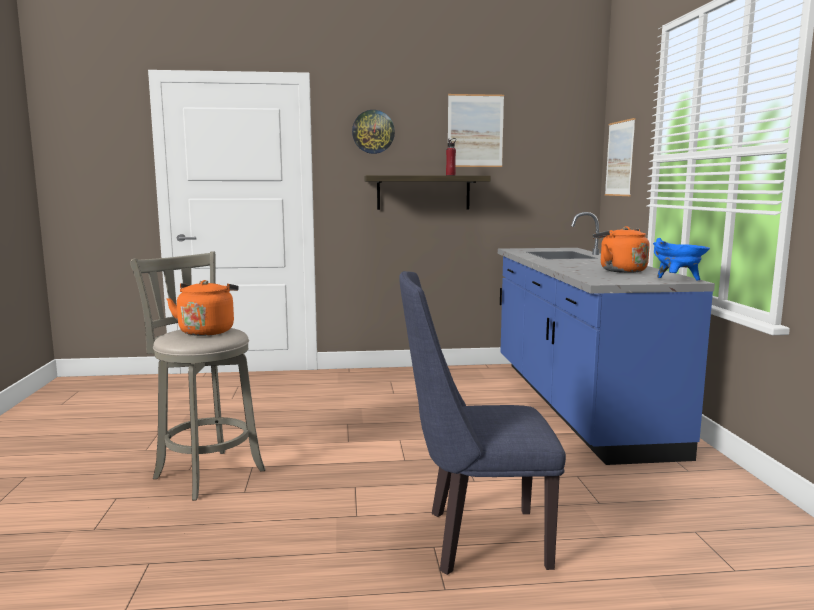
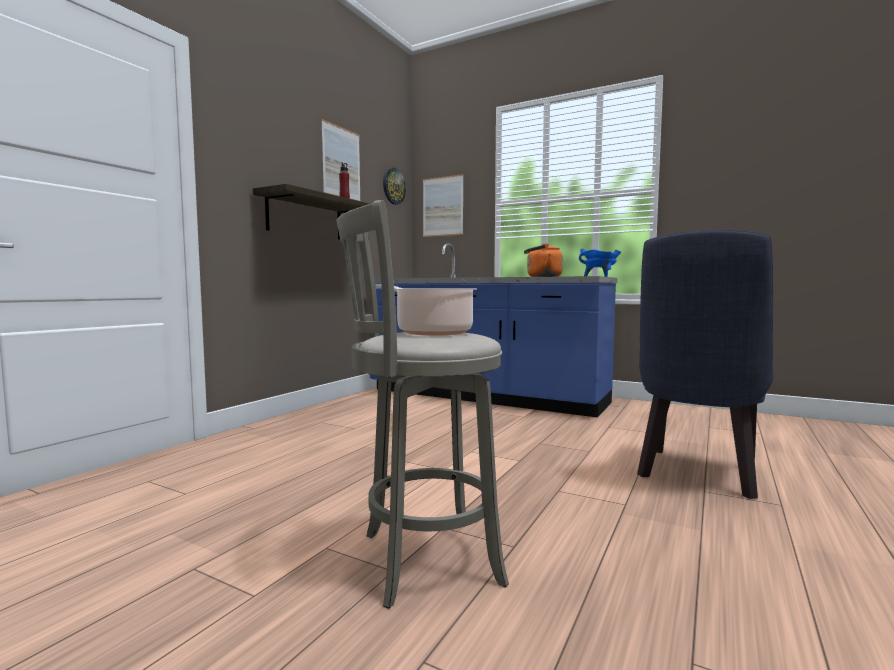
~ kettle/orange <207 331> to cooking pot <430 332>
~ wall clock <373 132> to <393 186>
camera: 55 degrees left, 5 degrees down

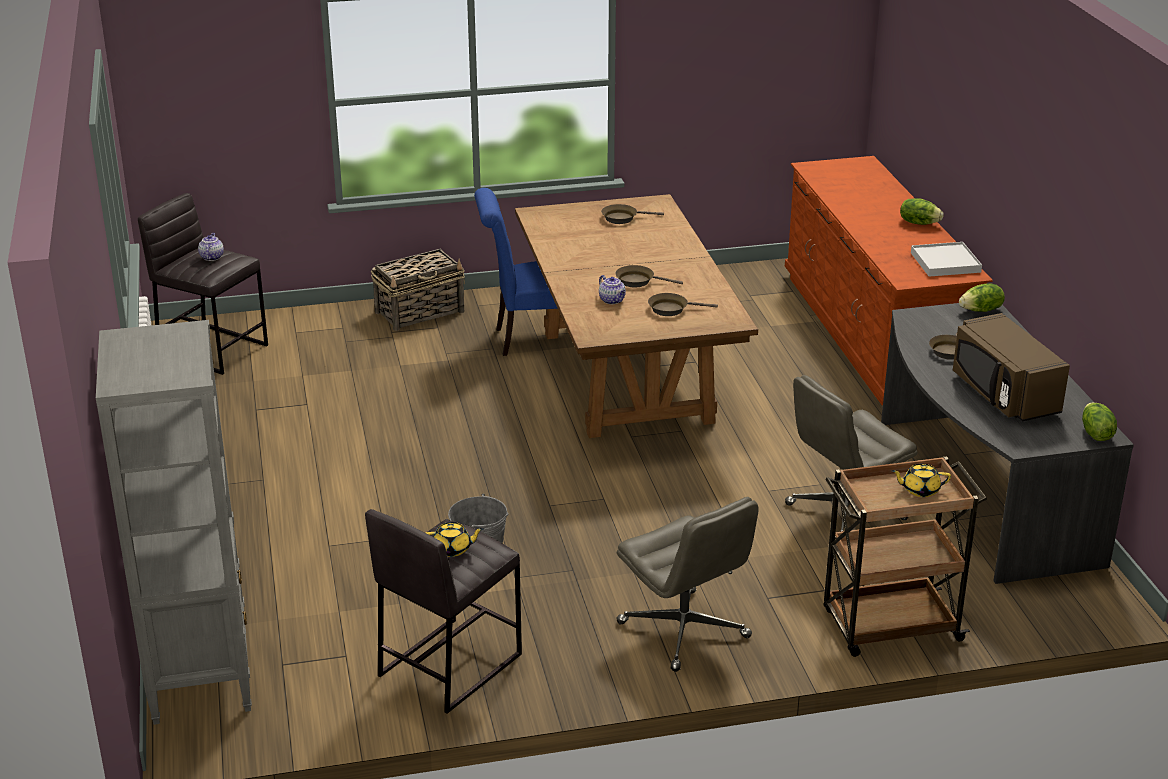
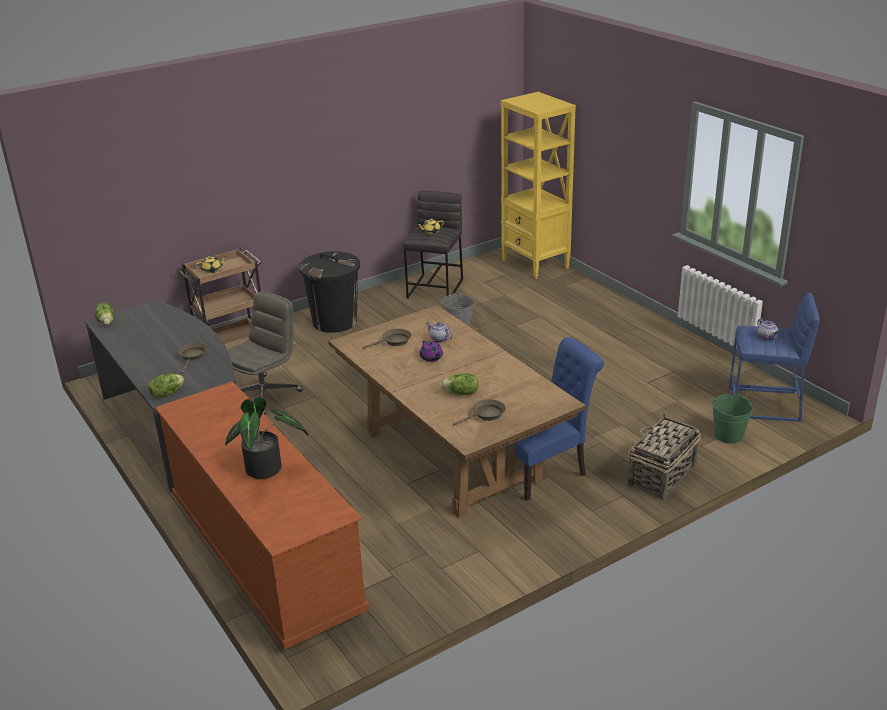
+ houseplant <267 470>
~ office chair/greyish <685 631> to waste bin/black <334 321>
~ pan/brown <638 281> to pot for tea/purple <431 358>
~ lettuce <919 223> to <461 393>
~ bookshelf/greyish <201 677> to bookshelf/yellowish <535 264>
+ pail/green-coloured <728 435>
~ stool seat/greyish <213 348> to stool seat/blue-coloured <764 405>
- carrying tray/whitish <945 262>
- microwave oven/brown <1003 394>
camera: 160 degrees right, 0 degrees up

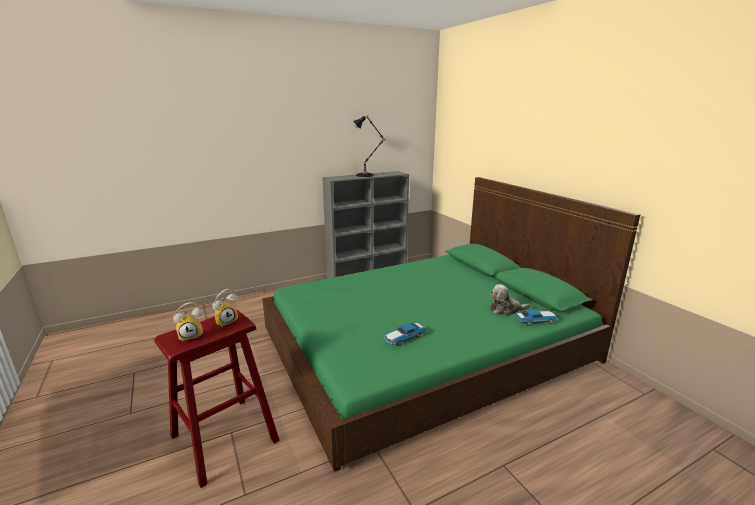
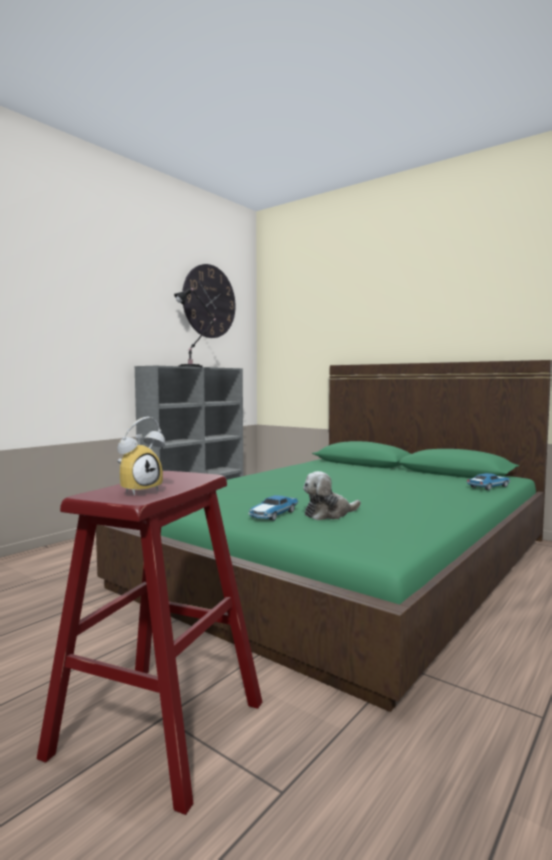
+ wall clock <209 301>
~ toy car <403 338> to <273 514>
~ soft toy <506 310> to <329 514>
- alarm clock <226 321>
camera: 25 degrees left, 15 degrees down

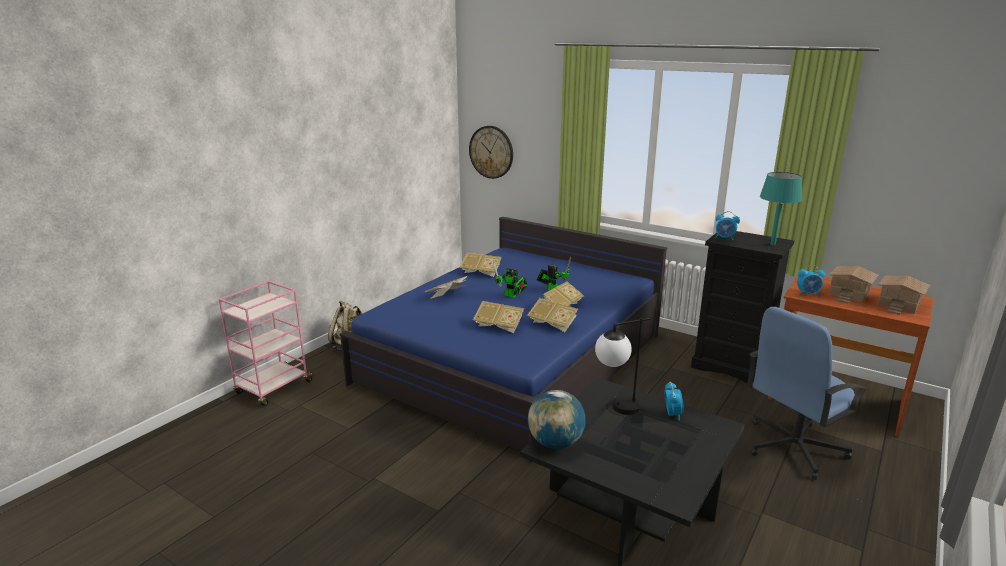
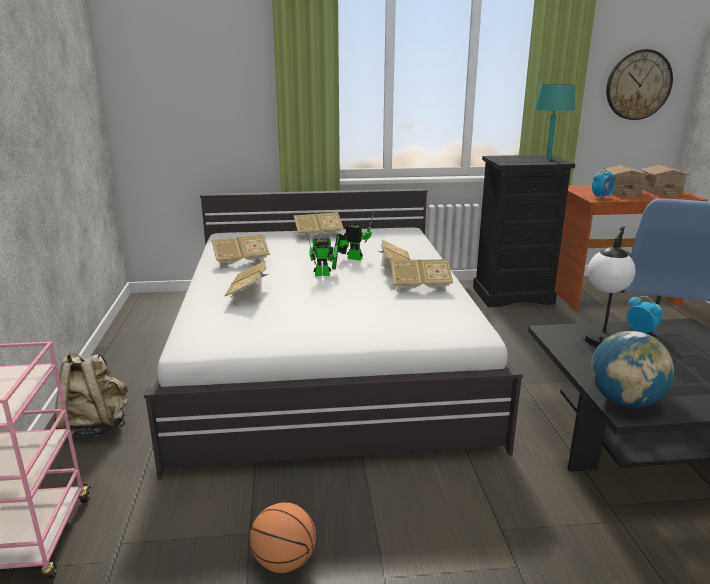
~ sleeping bed/blue-coloured <514 358> to sleeping bed/whitish <326 357>
+ ball for basketball <284 562>
~ book <499 326> to <318 235>
~ wall clock <491 152> to <638 85>
- alarm clock <725 238>
camera: 40 degrees left, 0 degrees up

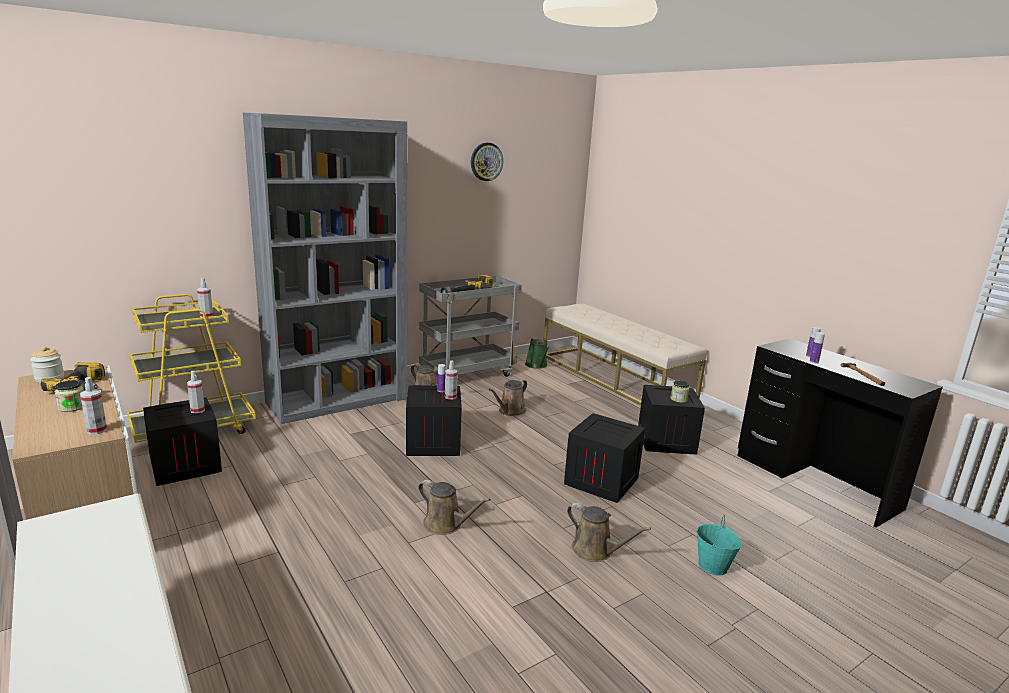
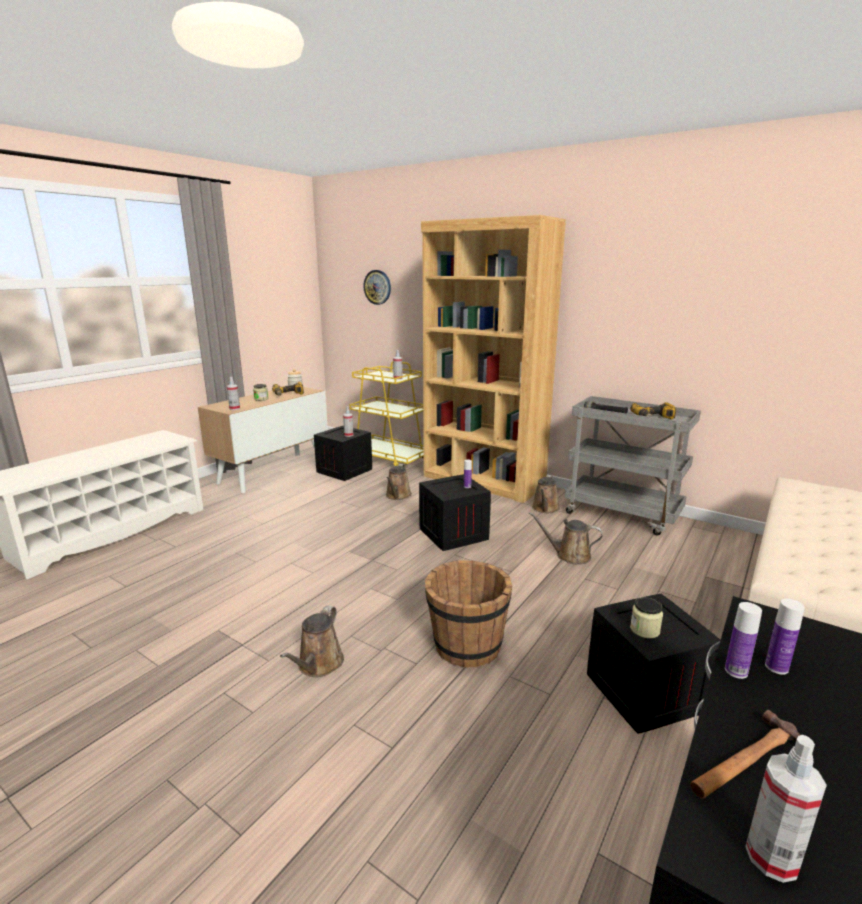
~ wall clock <486 161> to <377 287>
~ watering pot/brown <446 524> to <397 496>
~ bookshelf/greyish <338 400> to bookshelf/brown <483 481>
~ packing crate <600 481> to pail/brown <466 646>
~ hand sprayer <450 397> to <772 857>
- watering pot/green-coloured <537 365>
- pail/blue-green <713 566>
camera: 70 degrees right, 0 degrees up

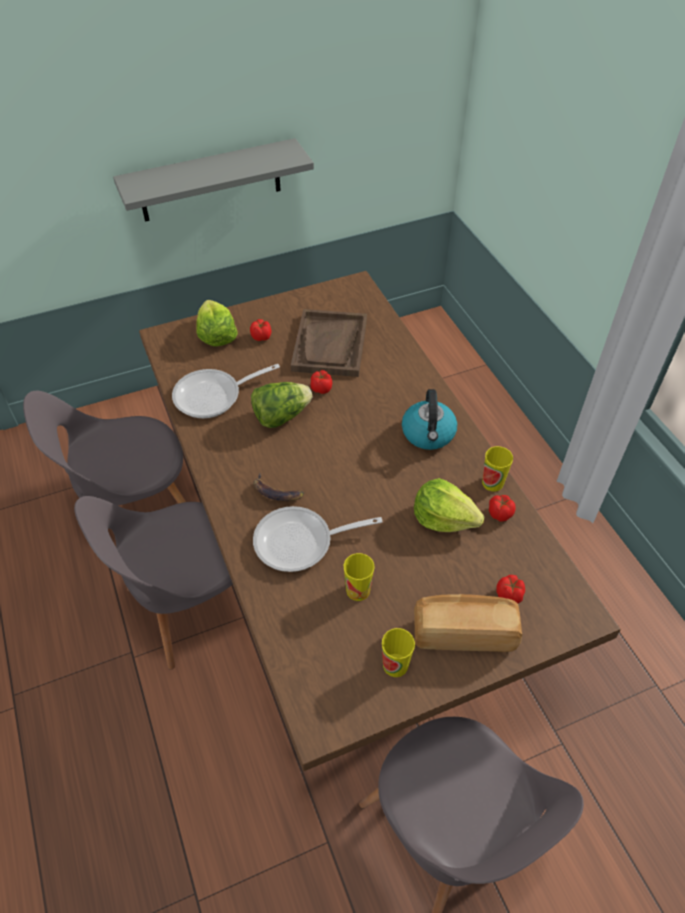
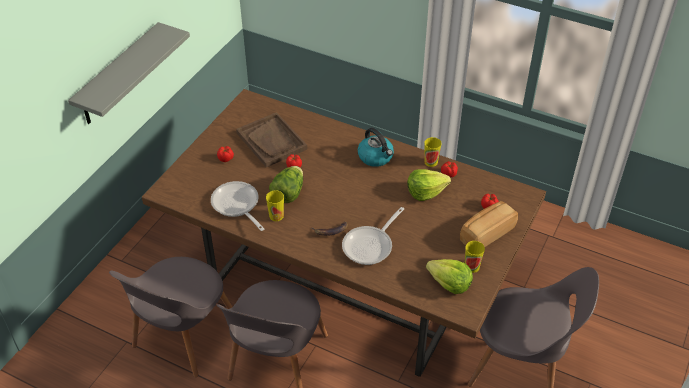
~ pan <214 396> = <237 205> 120 degrees clockwise
~ cup <358 590> to <276 216>
~ lettuce <216 335> to <449 284>
camera: 40 degrees left, 5 degrees down

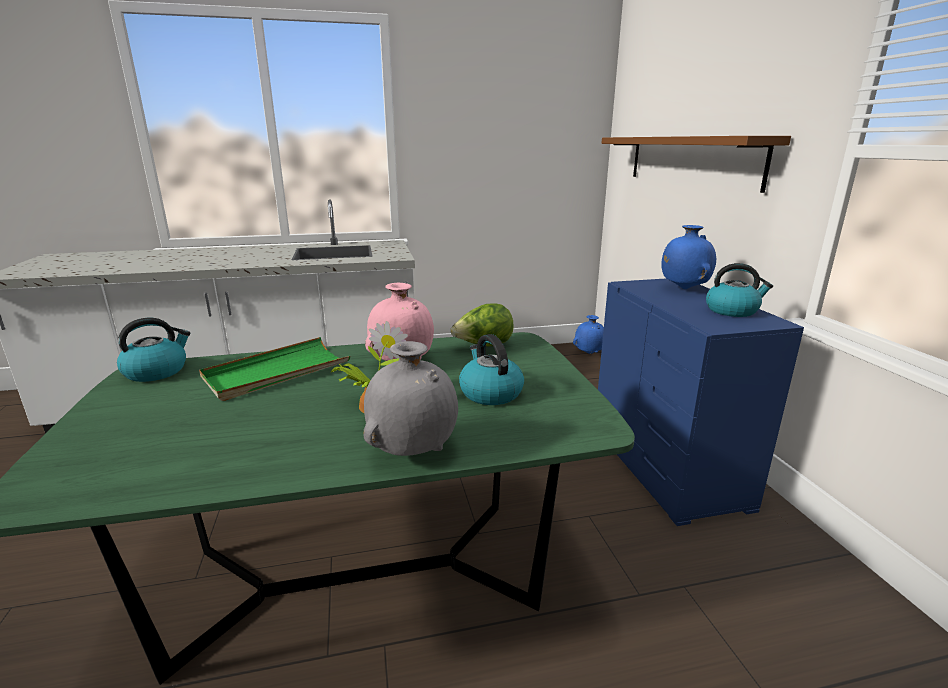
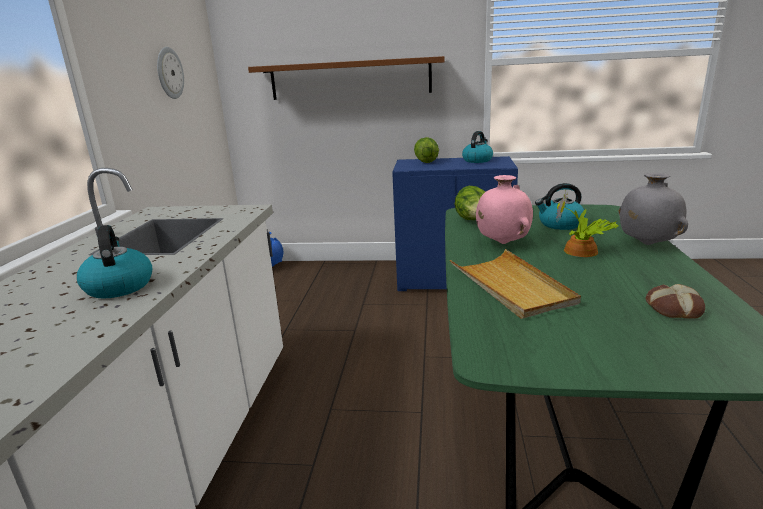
~ kettle <157 371> to <119 286>
+ wall clock <169 73>
~ vase/blue-coloured <683 289> to lettuce <426 161>
~ carrying tray/green-coloured <276 372> to carrying tray/beige-coloured <511 286>
+ baked bread <672 308>
camera: 70 degrees left, 0 degrees up

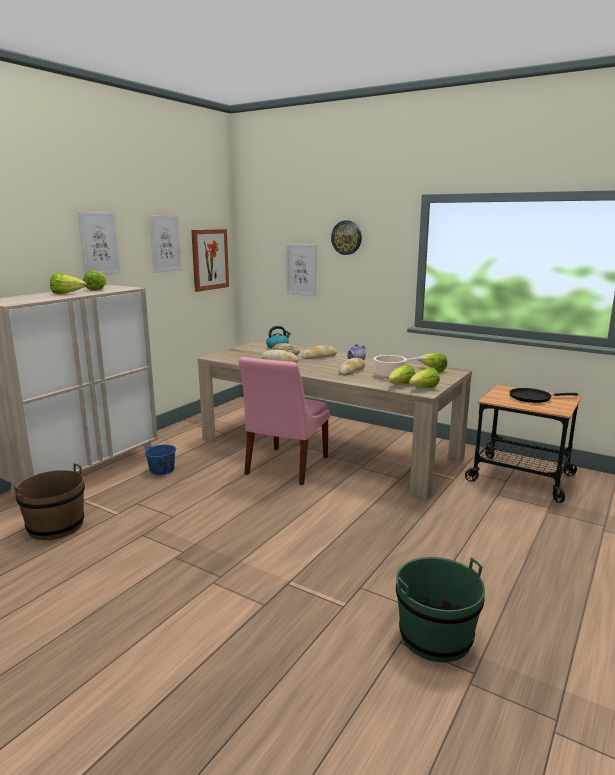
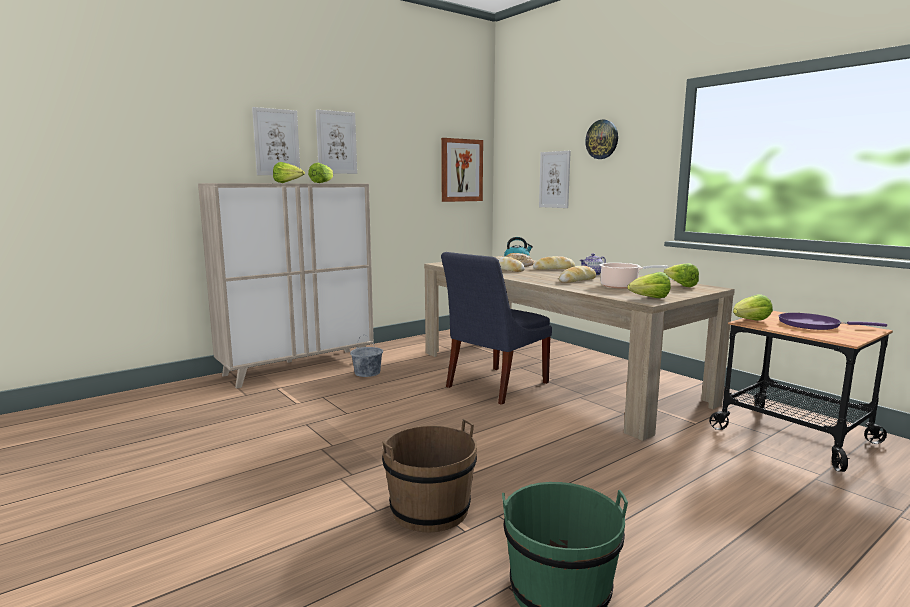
~ wall art <165 243> to <276 142>
~ pail/blue-coloured <162 470> to pail/greyish <367 373>
~ pail/brown <56 526> to <430 510>
~ chair/pink <285 467> to chair/blue-coloured <494 386>
~ lettuce <400 385> to <750 321>
~ pan/black <533 398> to pan/purple <813 325>
camera: 20 degrees right, 5 degrees down

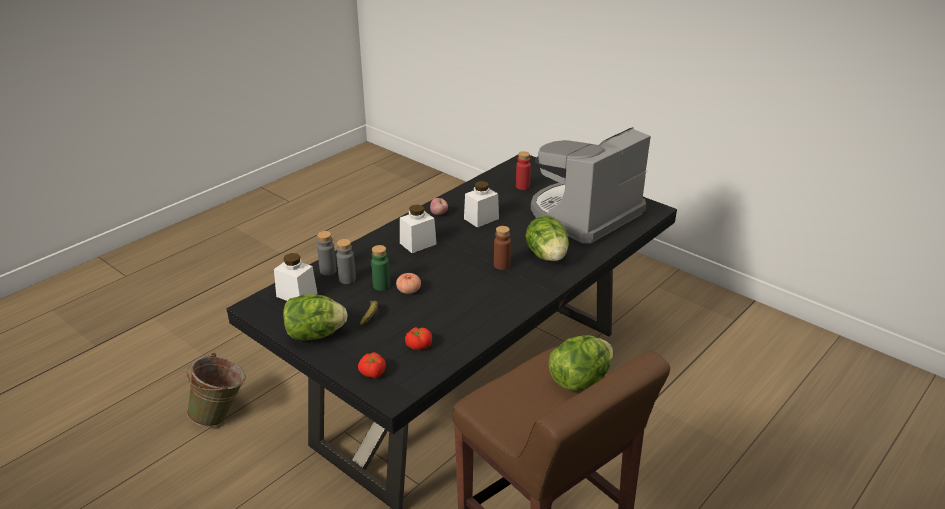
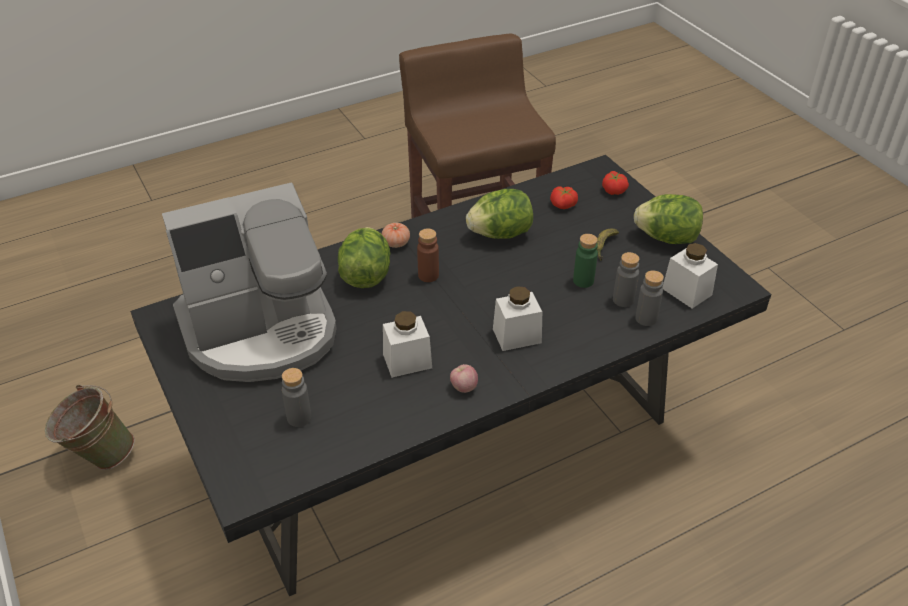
~ pail/green-coloured <222 416> to <99 456>
~ bottle/reddish <522 186> to bottle/greyish <299 417>
~ whole tomato <408 290> to <396 243>
~ lettuce <579 380> to <500 234>
camera: 160 degrees left, 10 degrees up

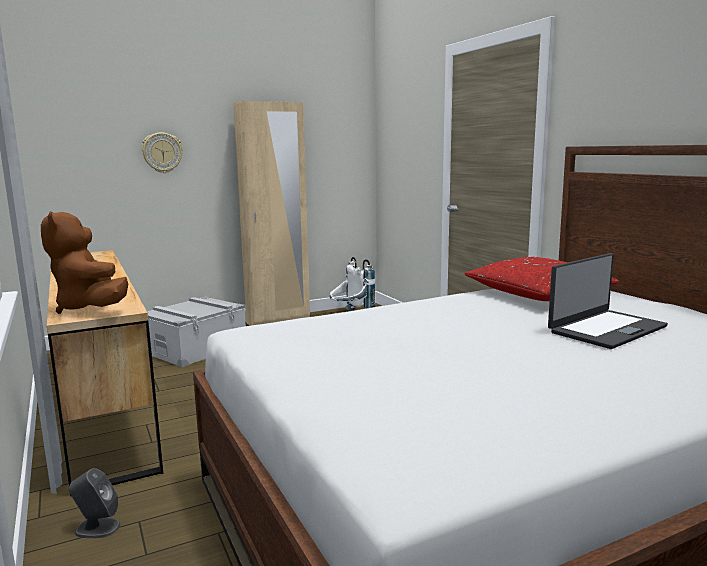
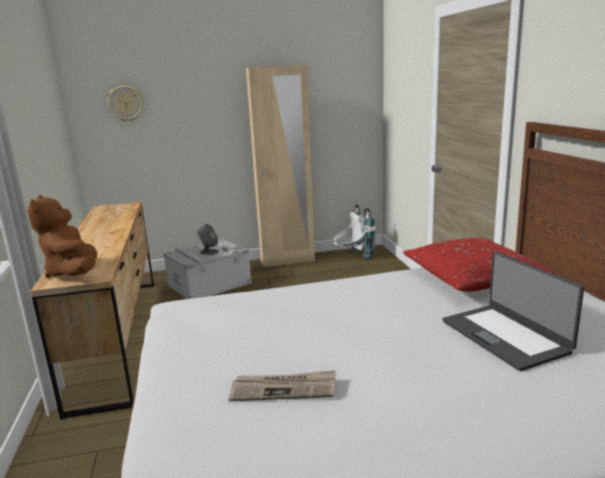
~ wall clock <162 152> to <126 103>
~ speaker/greyish <97 528> to <208 252>
+ daily paper <284 389>
~ notebook computer <606 329> = <505 336> 90 degrees clockwise
camera: 15 degrees right, 5 degrees up

